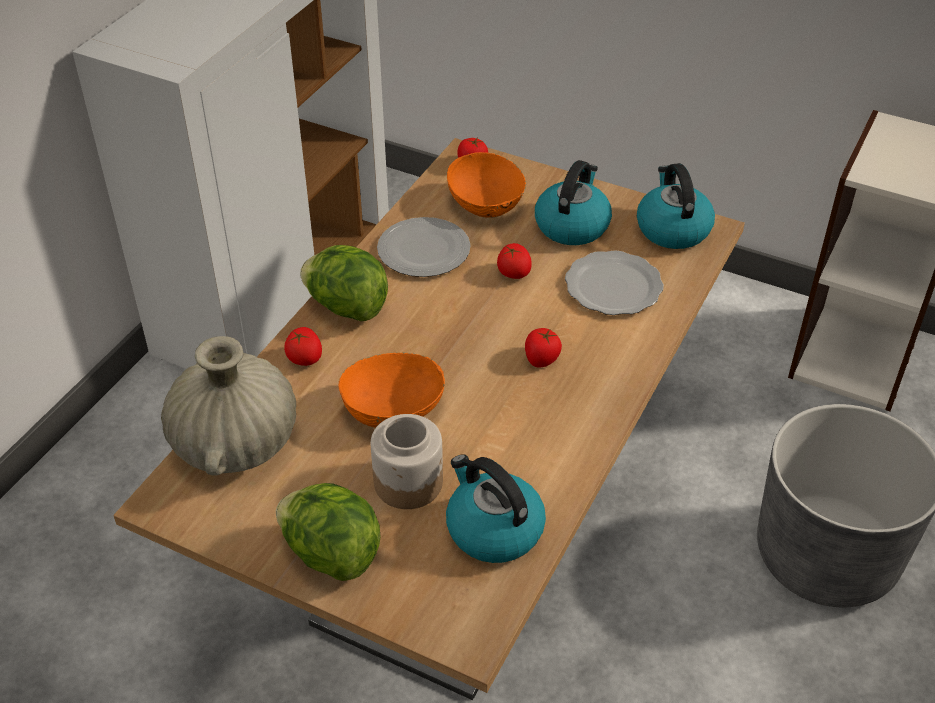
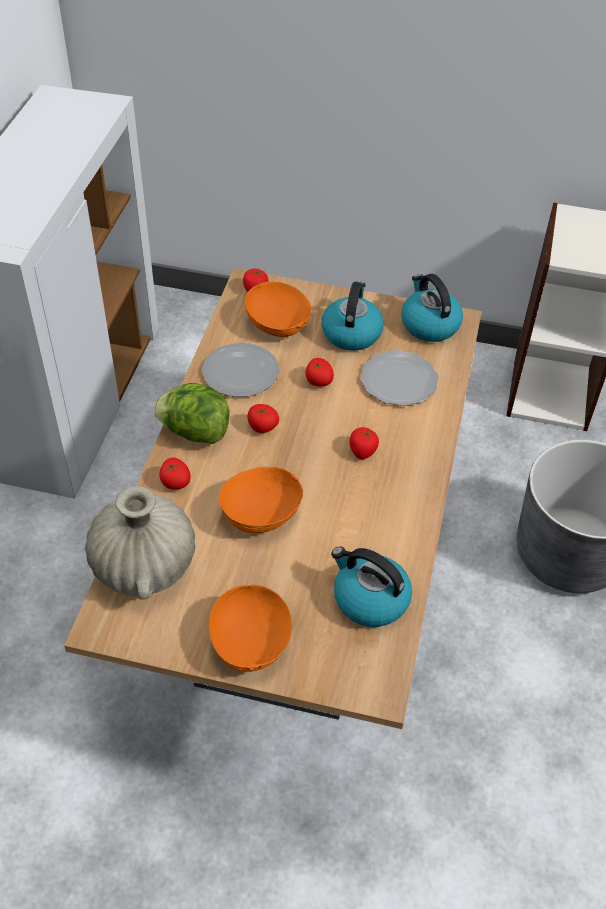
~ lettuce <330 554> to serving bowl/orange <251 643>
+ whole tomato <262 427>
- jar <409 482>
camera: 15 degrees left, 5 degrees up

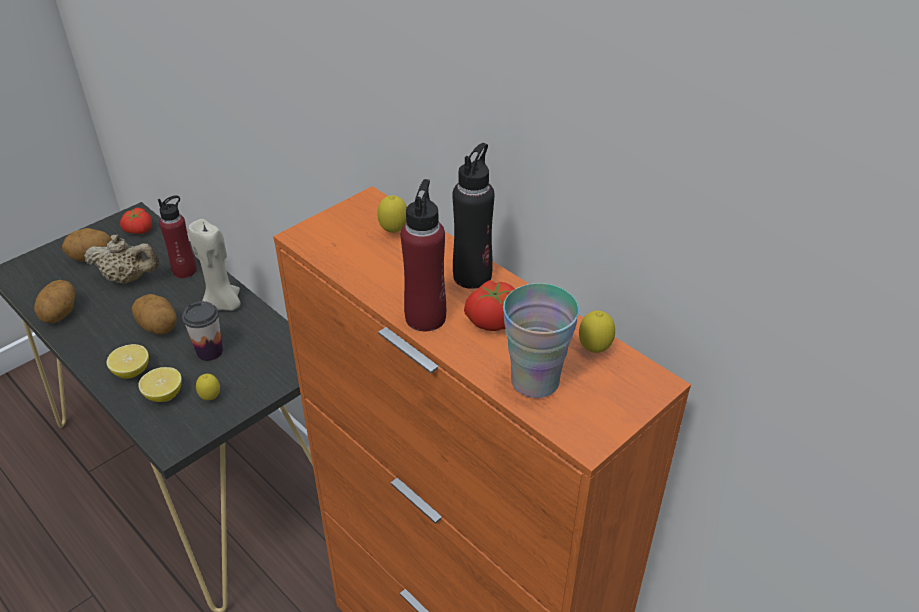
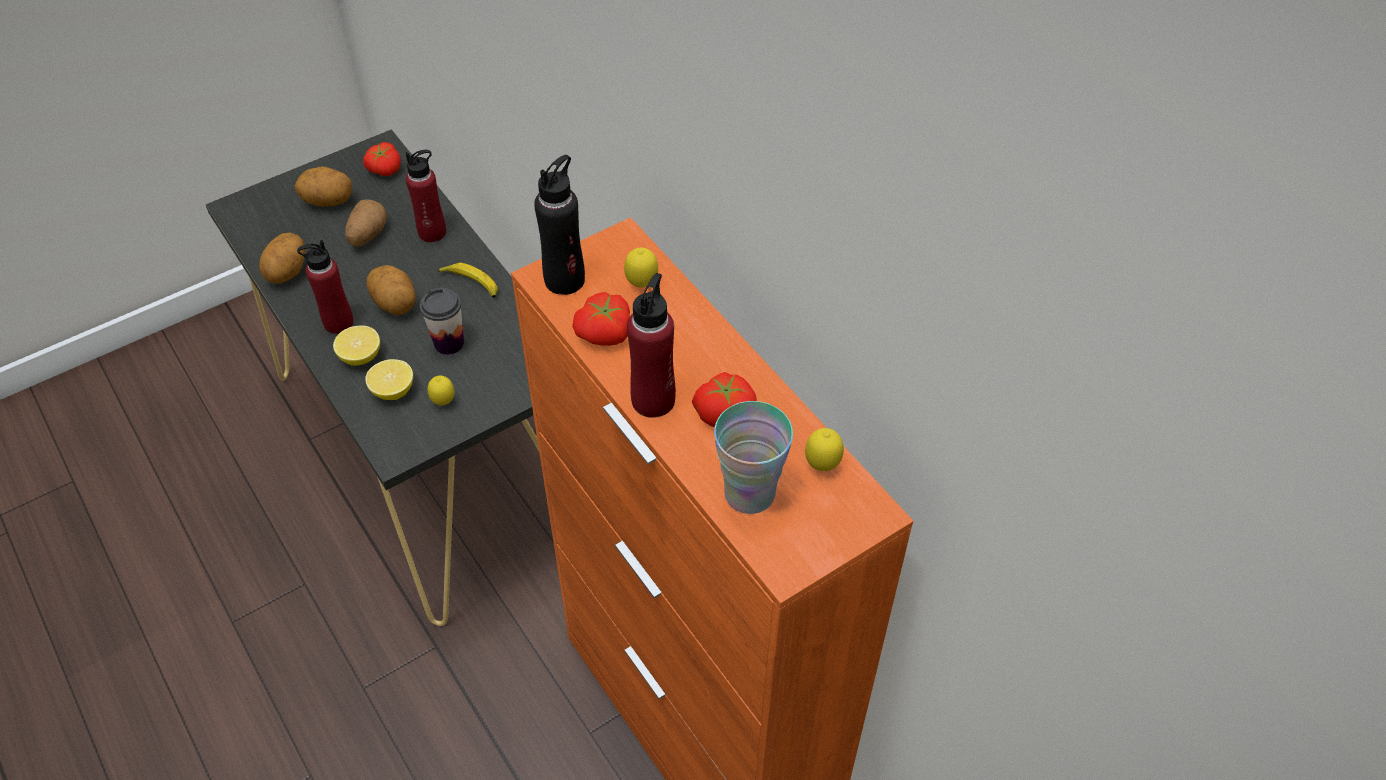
+ bottle/reddish <338 322>
~ pot for tea/beige-coloured <128 278> to whole potato <367 235>
~ wax light/beige-coloured <223 305> to banana fruit <471 284>
~ bottle/black <472 276> to <565 280>
+ whole tomato <606 334>
camera: 10 degrees right, 10 degrees up

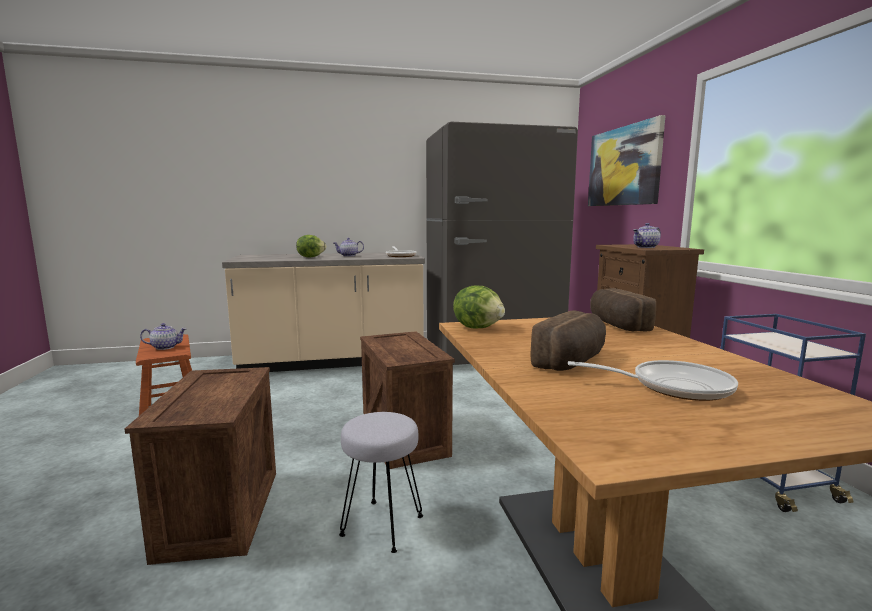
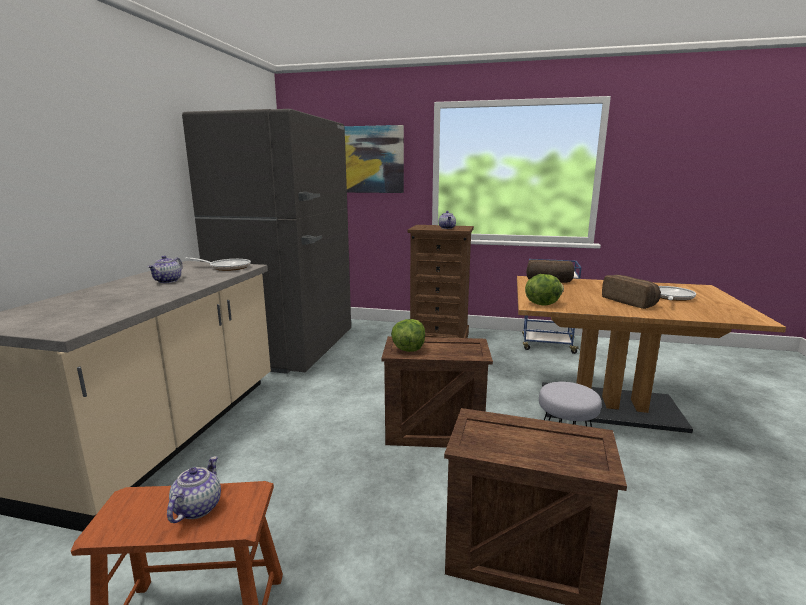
~ lettuce <311 257> to <408 349>
camera: 65 degrees left, 5 degrees up

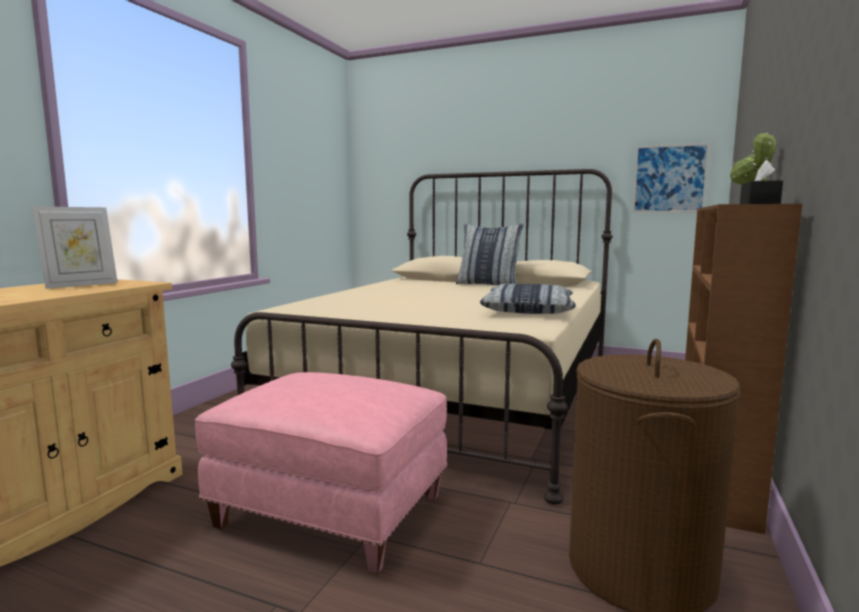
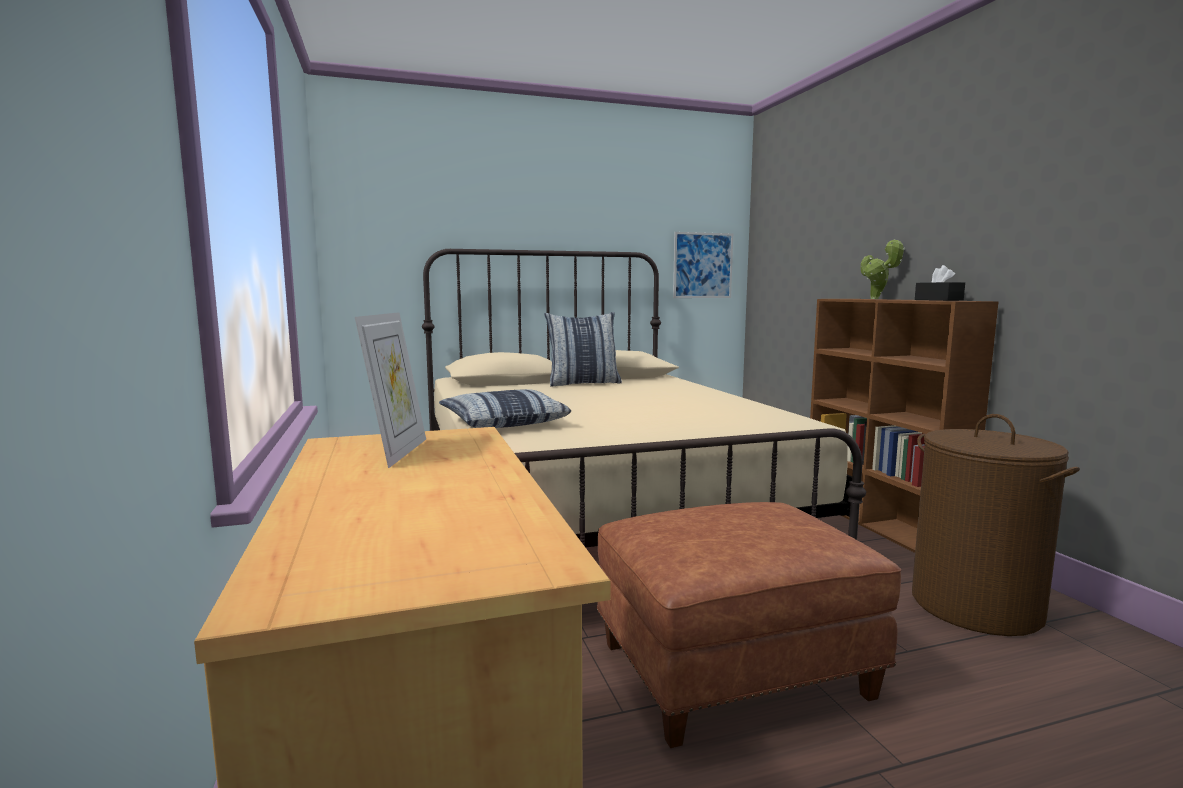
~ throw pillow <528 310> to <503 422>
~ pouffe/pink <334 510> to pouffe/brown <734 668>
camera: 40 degrees left, 0 degrees up

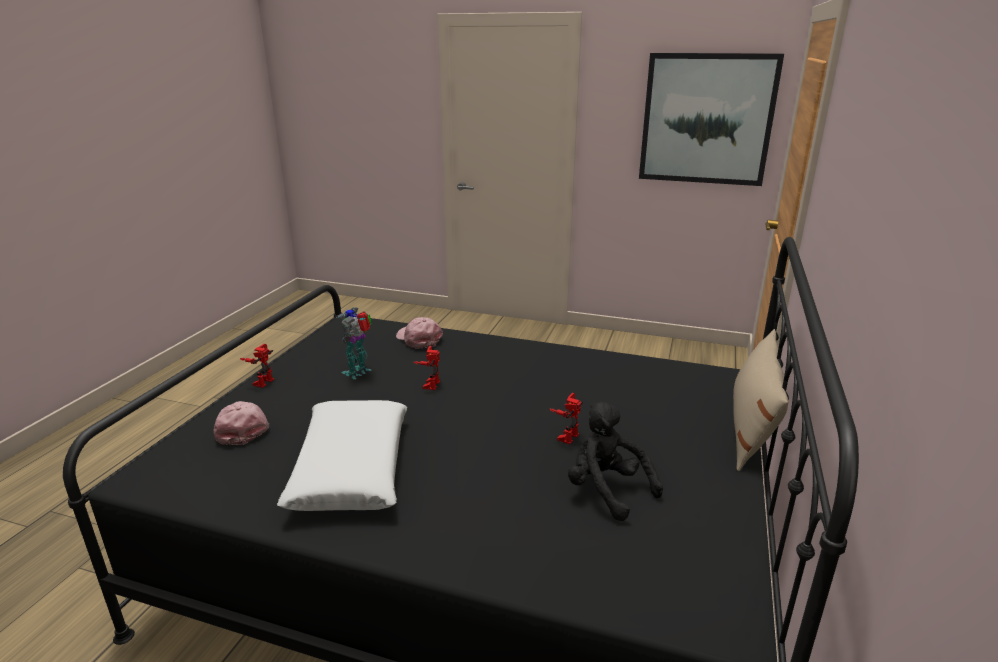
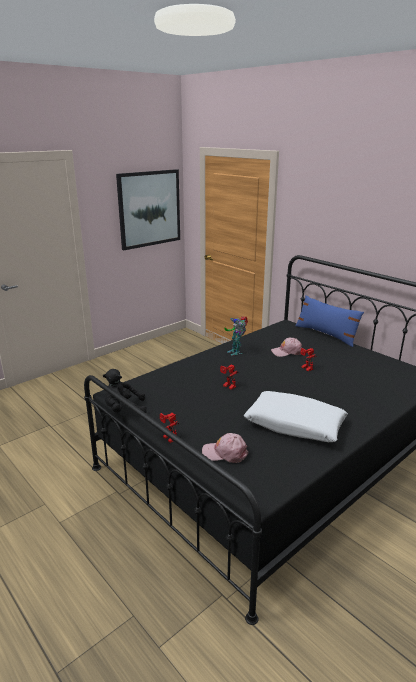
~ soft toy/black <607 490> to <124 409>
~ toy robot <359 372> to <235 351>
~ peaked cap/pink <419 339> to <287 351>
~ throw pillow/beige-coloured <751 426> to throw pillow/blue-coloured <326 334>
camera: 60 degrees left, 0 degrees up

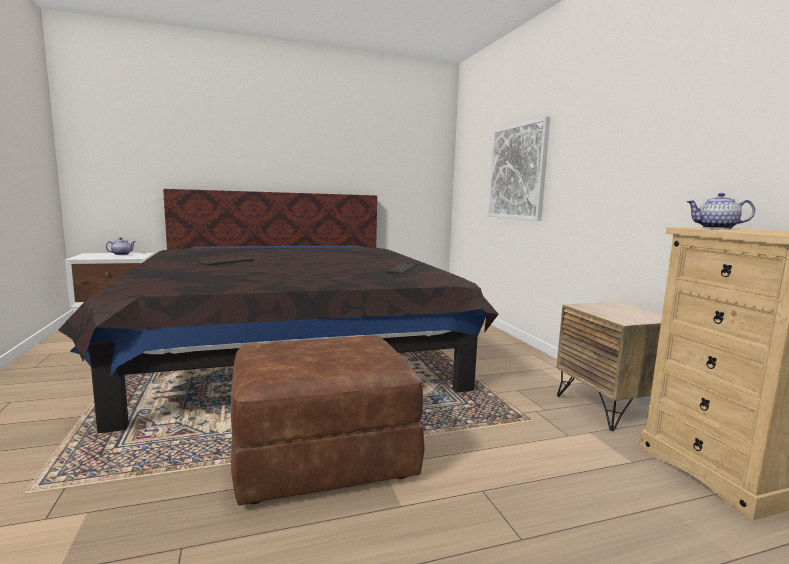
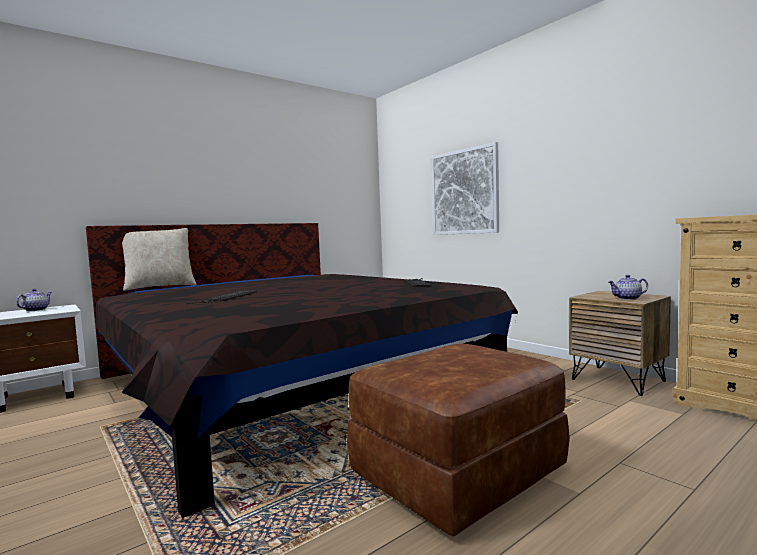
+ throw pillow/beige-coloured <160 287>
~ pot for tea <716 228> to <628 298>
camera: 20 degrees left, 5 degrees down

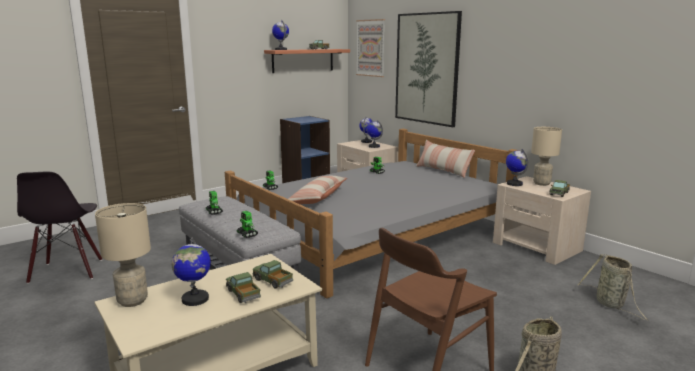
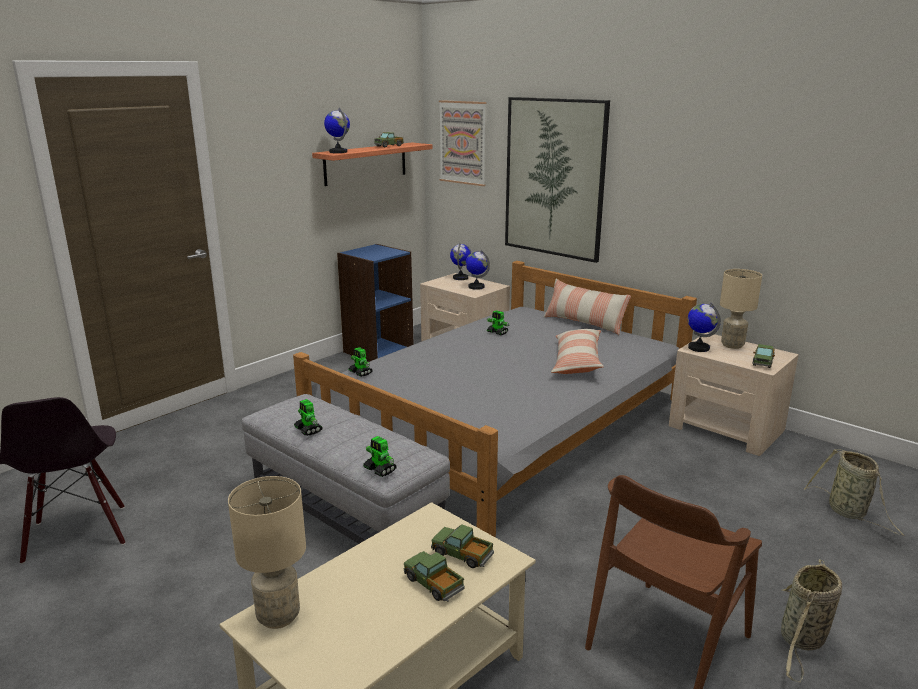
~ throw pillow <317 198> to <577 361>
- desk globe <195 299>
camera: 10 degrees left, 5 degrees up

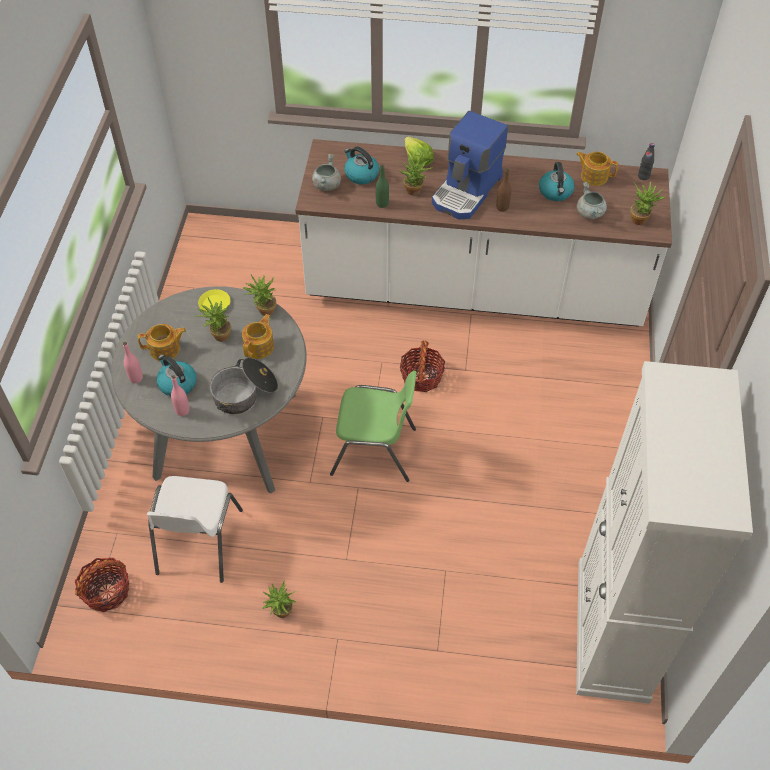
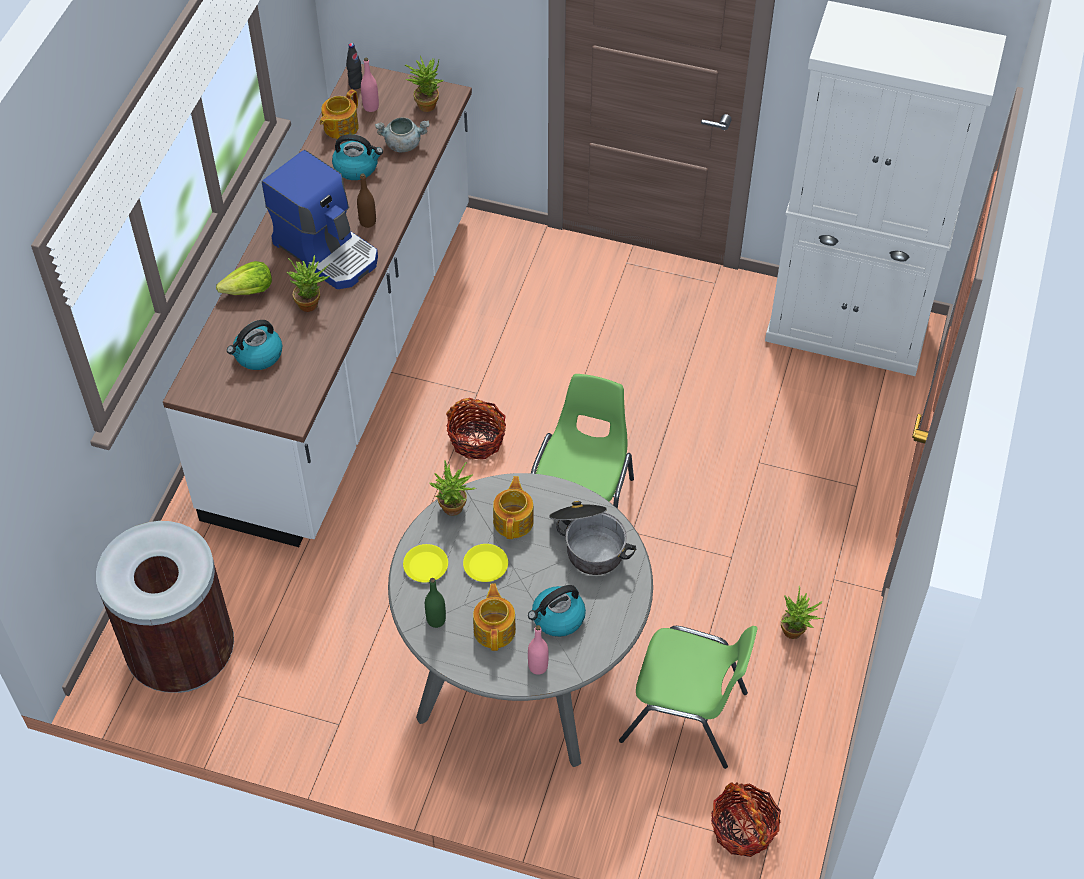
+ waste bin/brown <183 654>
~ bottle/pink <182 410> to <371 107>
~ bottle/green-coloured <382 203> to <436 620>
~ houseplant <218 336> to plate/yellowish <485 566>
~ pot for tea <259 346> = <514 520> 60 degrees clockwise
~ chair/whitish <197 543> to chair/green-coloured <686 717>
- cooking pot/greyish <326 185>
camera: 80 degrees left, 0 degrees up

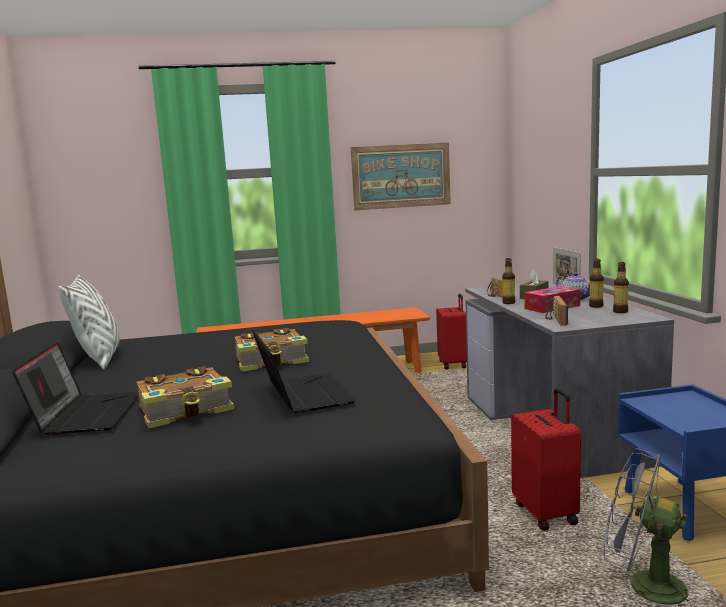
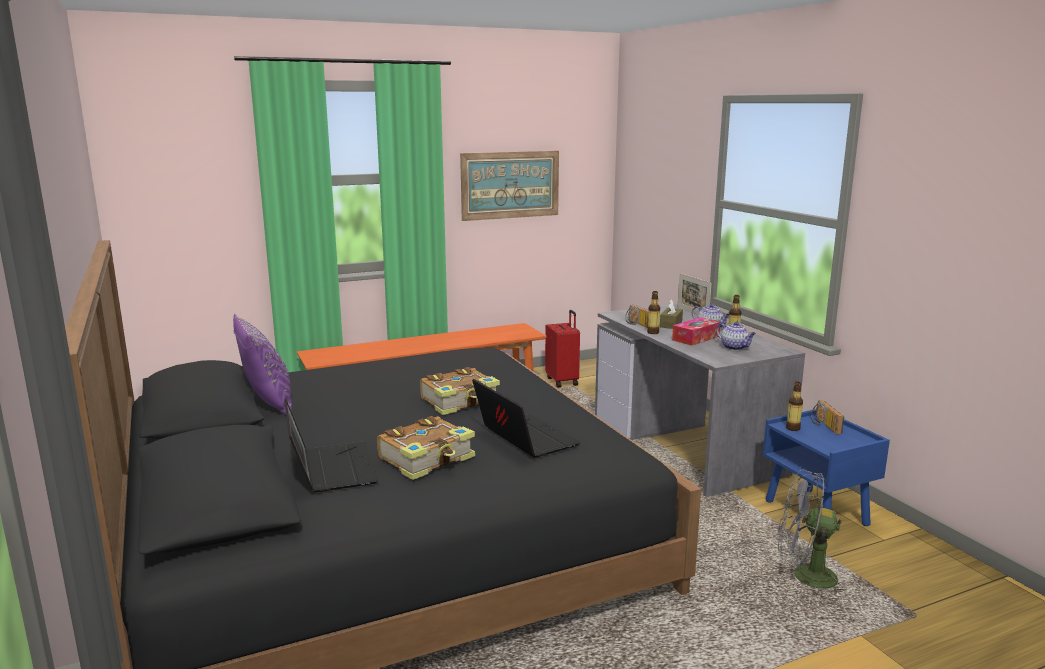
~ throw pillow/whitish <99 359> to throw pillow/purple <268 404>
+ pot for tea <735 347>
~ bottle <620 311> to <793 428>
~ radio set <555 320> to <823 425>
- piece of luggage/reddish <546 513>
camera: 15 degrees left, 5 degrees up

